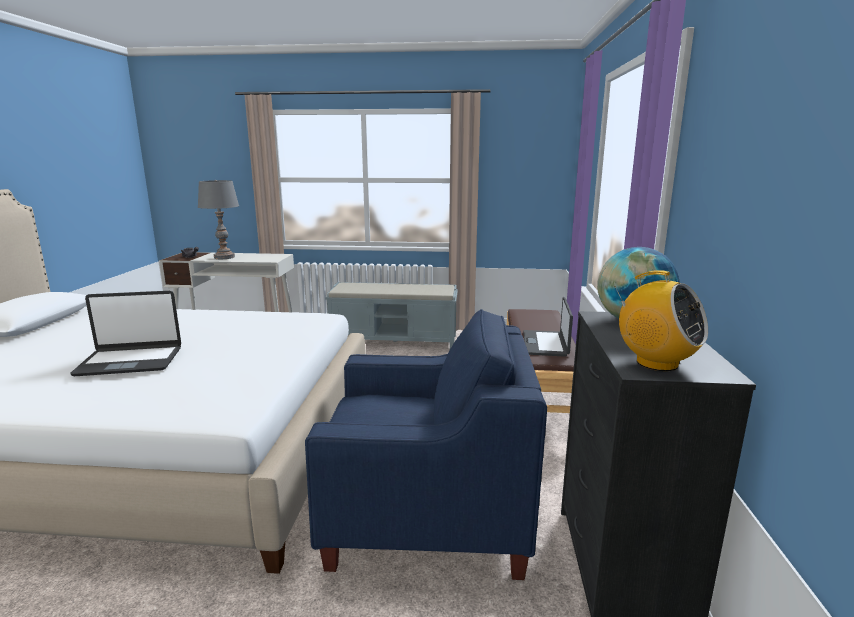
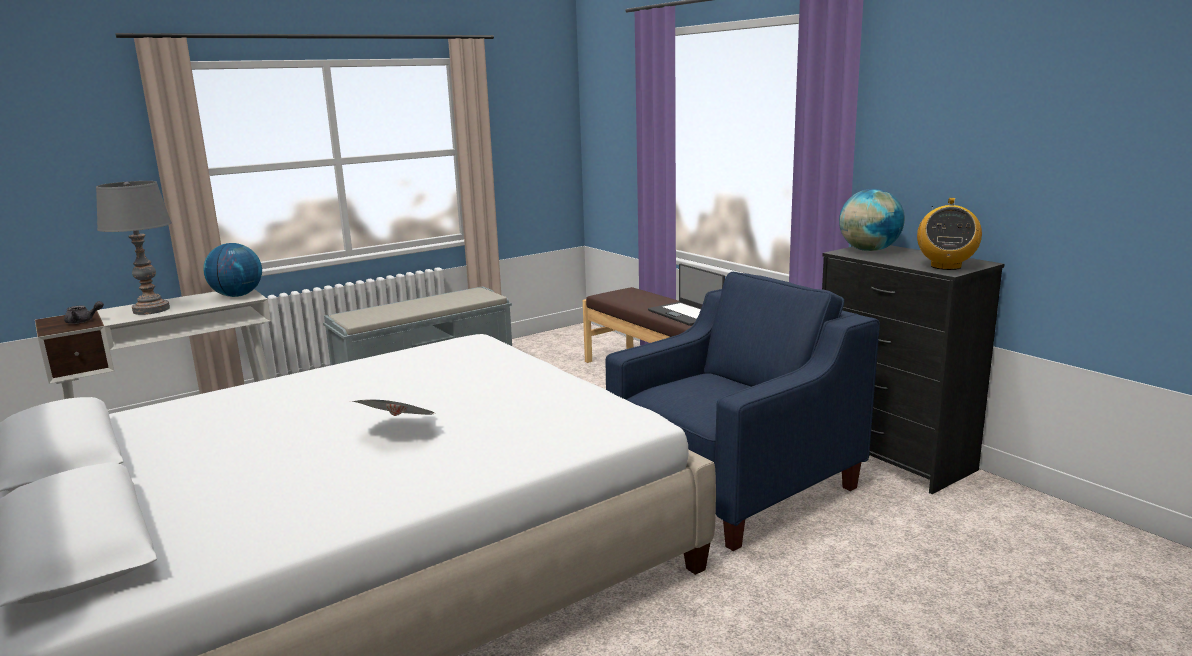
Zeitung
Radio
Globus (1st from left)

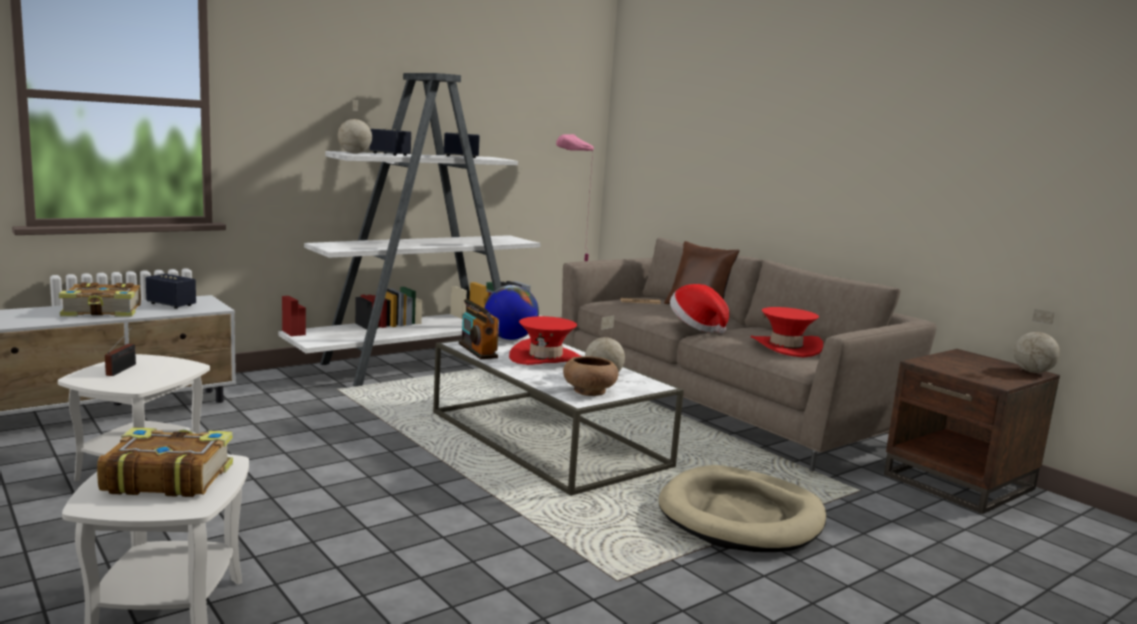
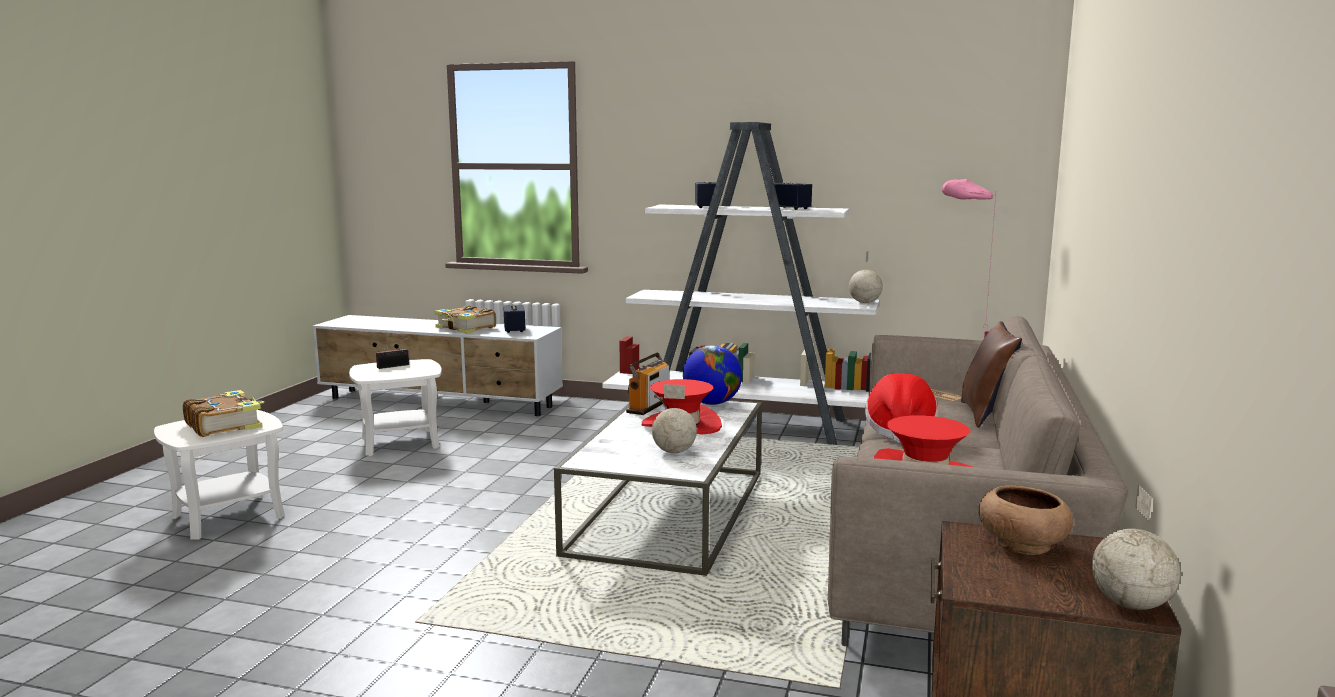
Globus (3rd from left)
Schüssel (braun)
Hundebett (beige)

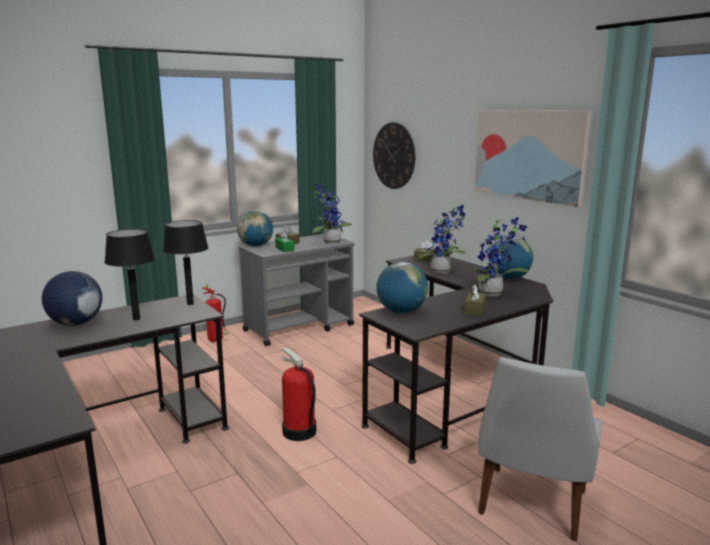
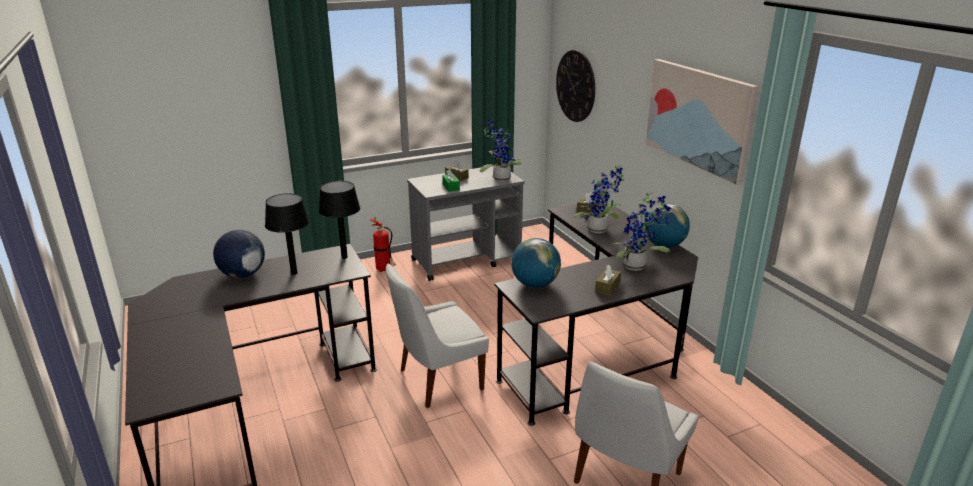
Globus (2nd from left in the first image)
Stuhl (weiß) (1st from left)

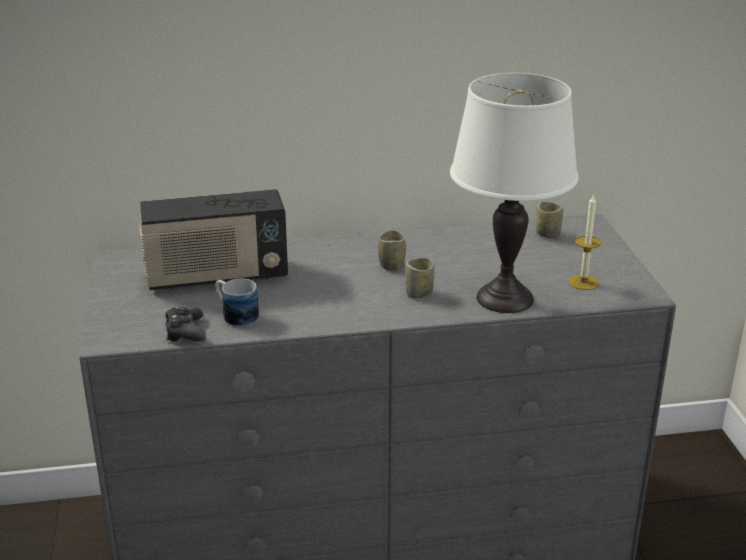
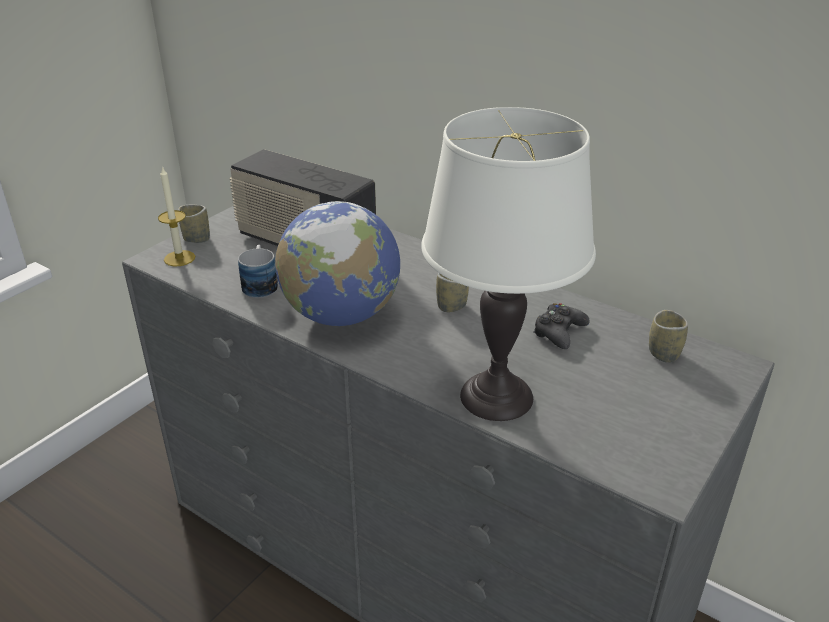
Gamepad (schwarz)
Tasse (1st from left)
Kerze
Globus

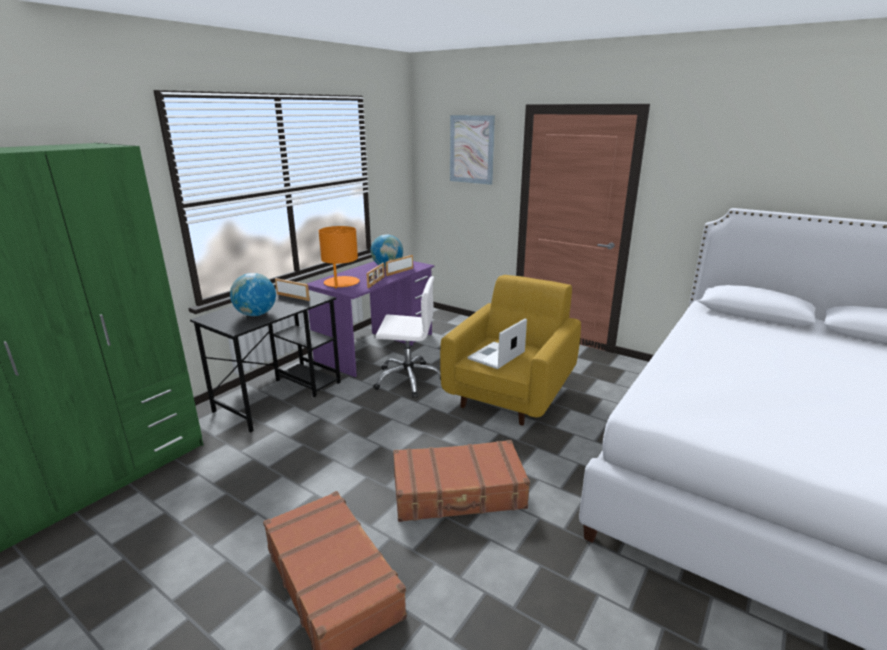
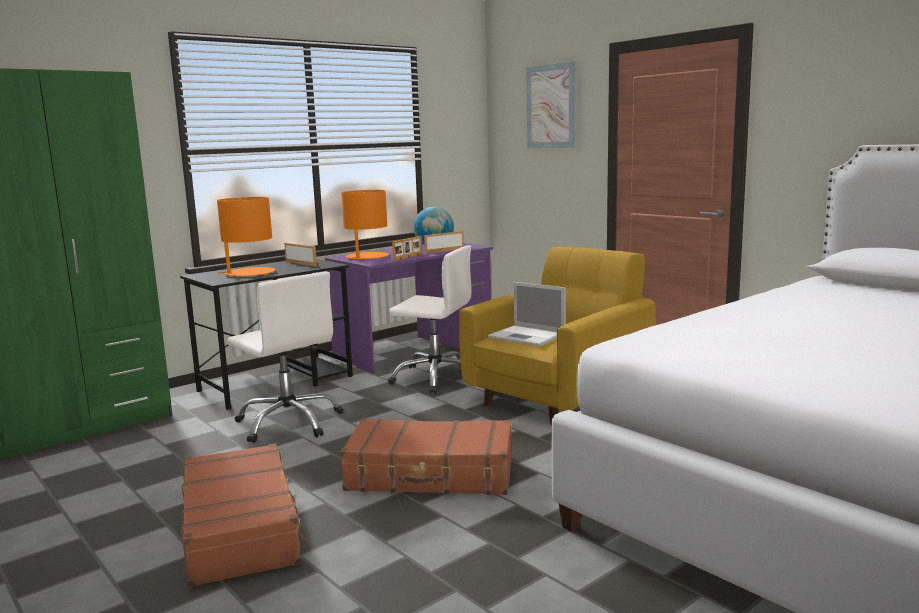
Tischlampe (orange) (1st from left)
Laptop
Bürostuhl (weiß) (1st from left)

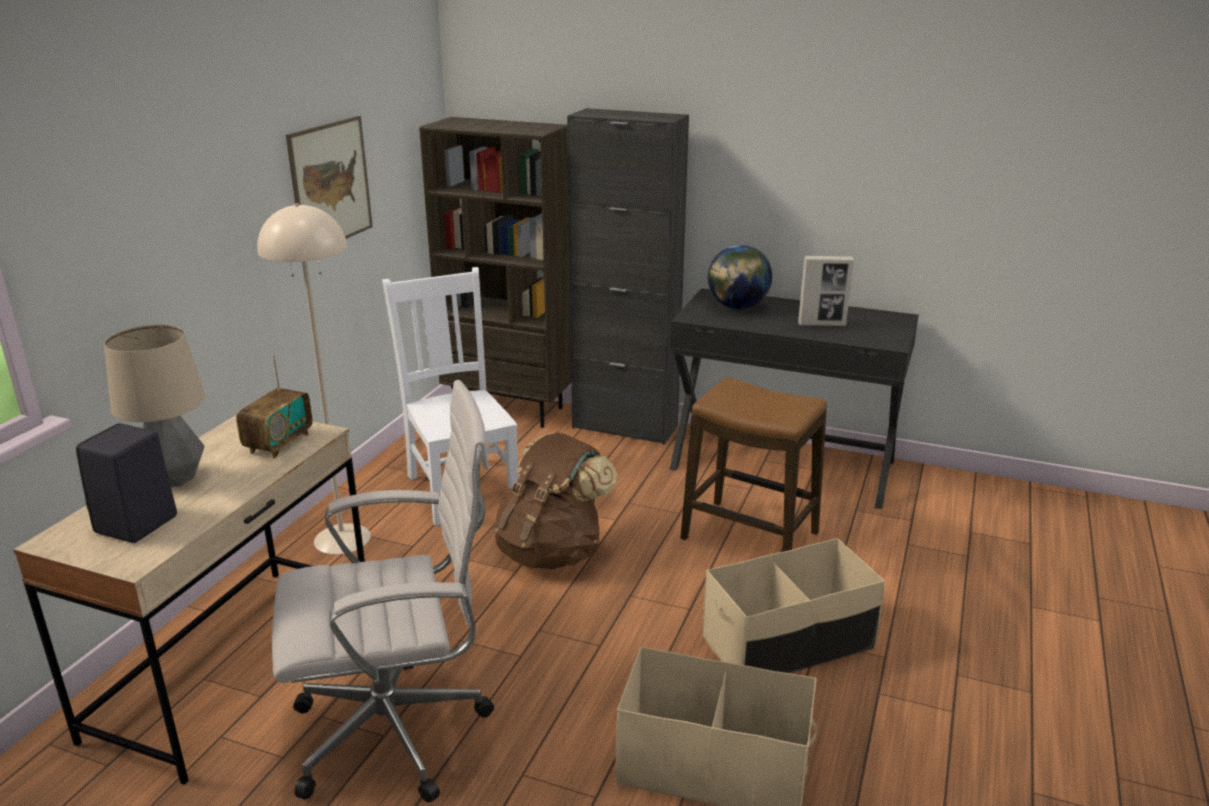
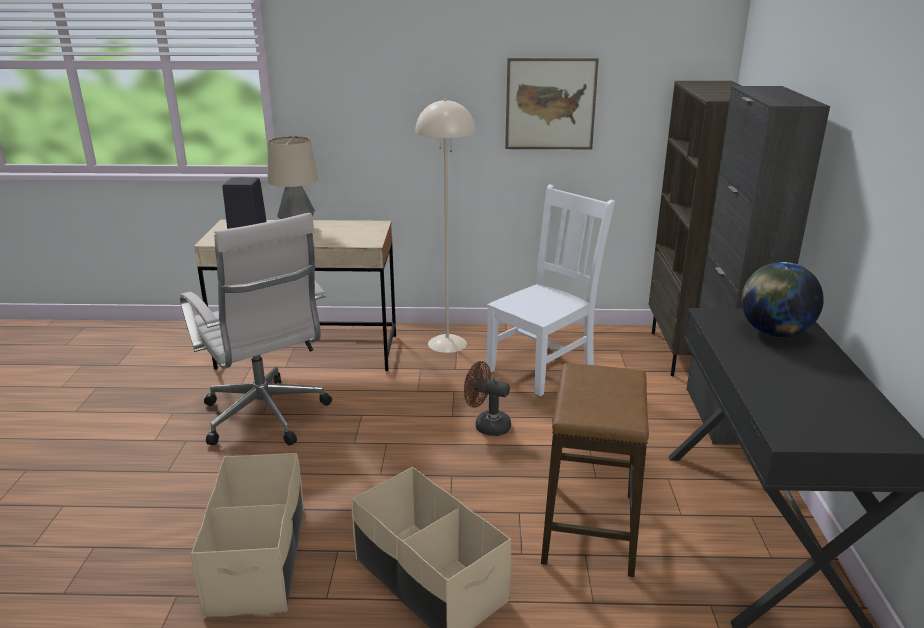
Radio
Ventilator (braun)
Bilderrahmen

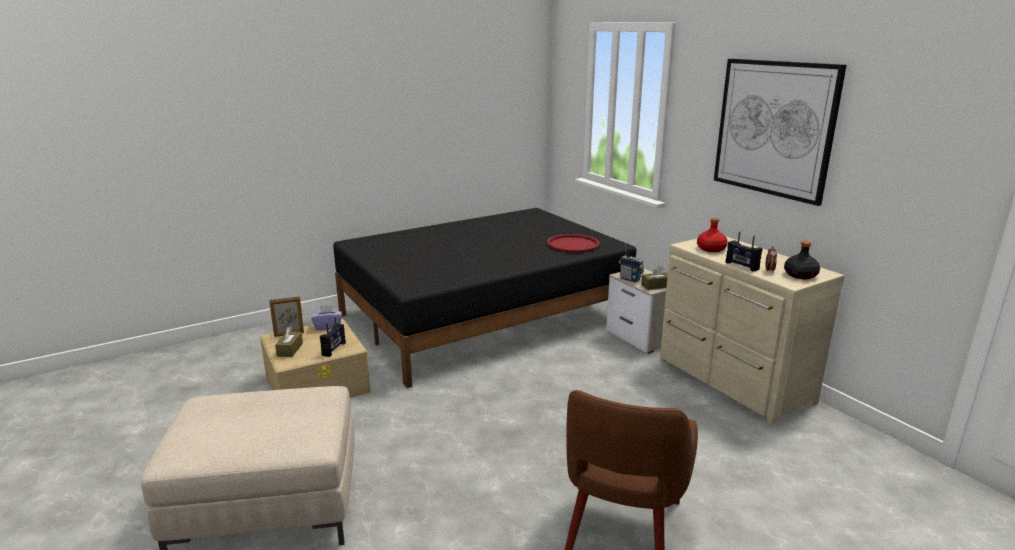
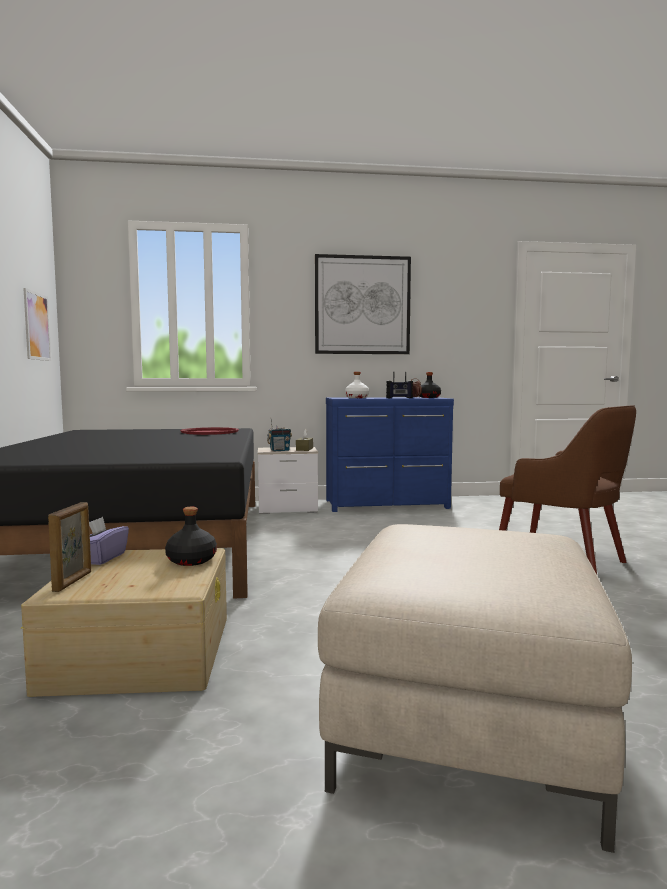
Taschentuchbox (braun) (1st from left in the first image)
Flasche (schwarz) (1st from left)
Kommode (blau)
Flasche (weiß)
Bild (1st from left)

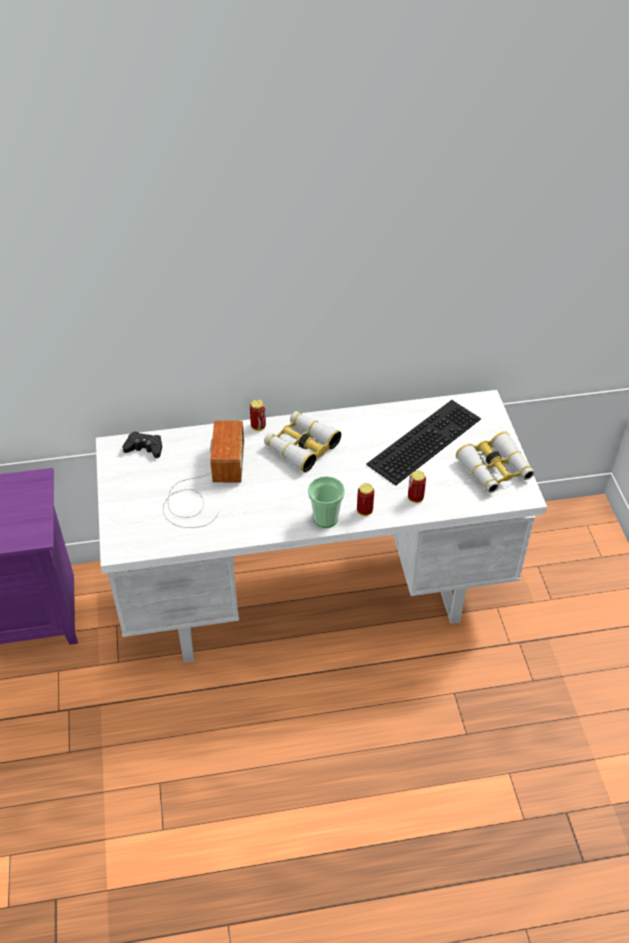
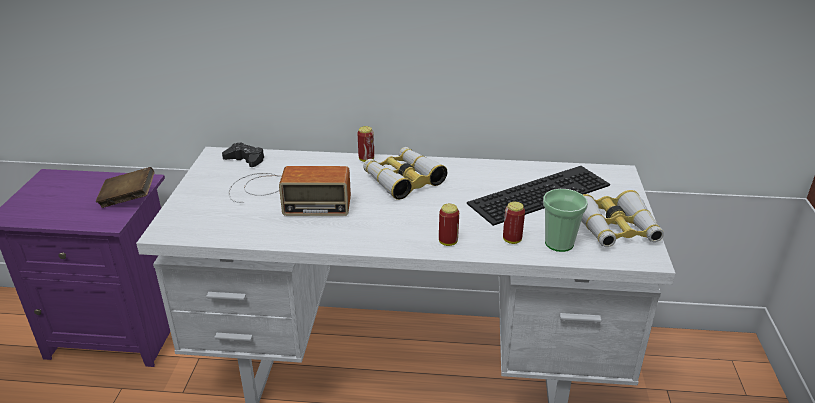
Radio
Tasse
Buch (braun)

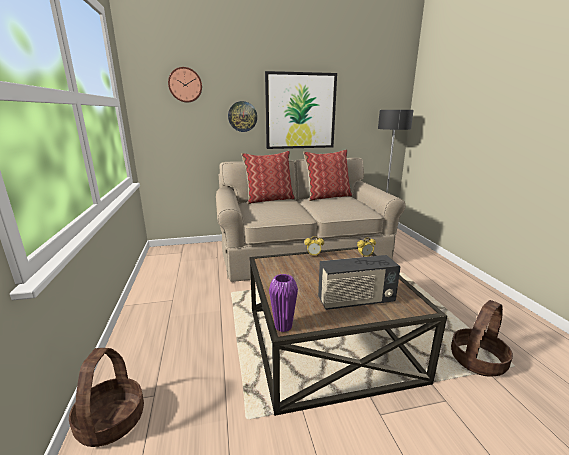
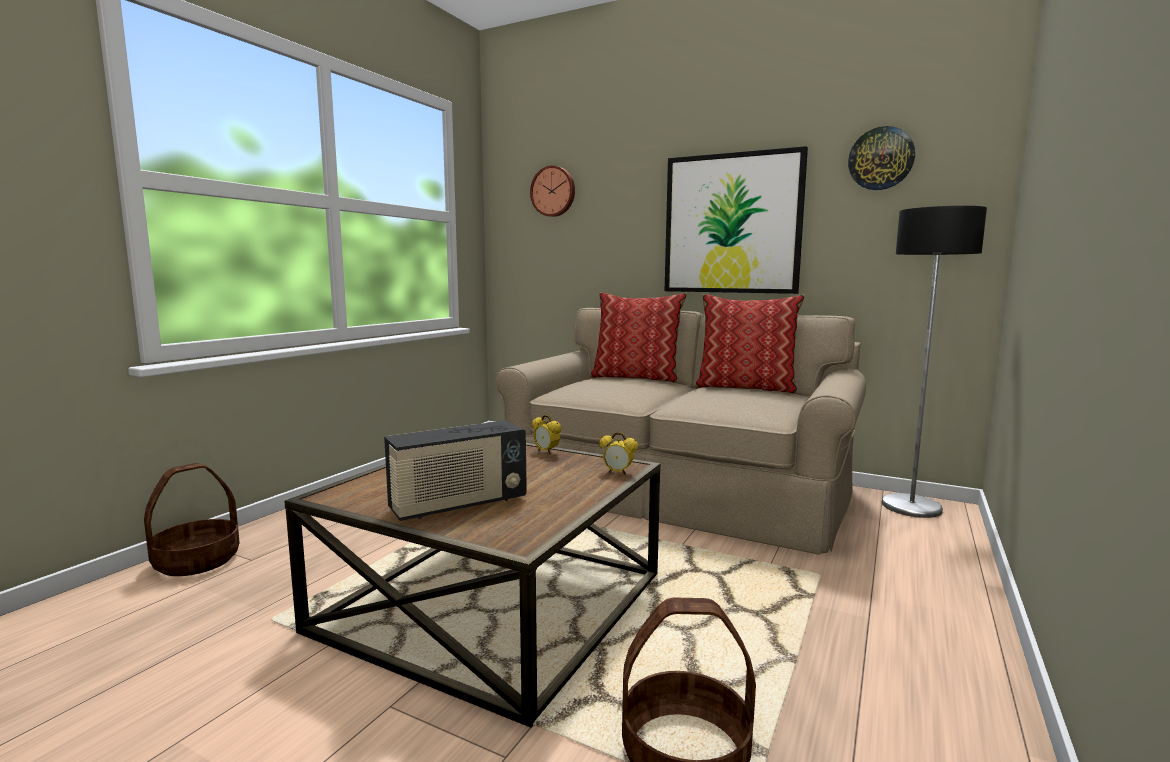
Wanduhr (2nd from left)
Vase (lila)
Radio

